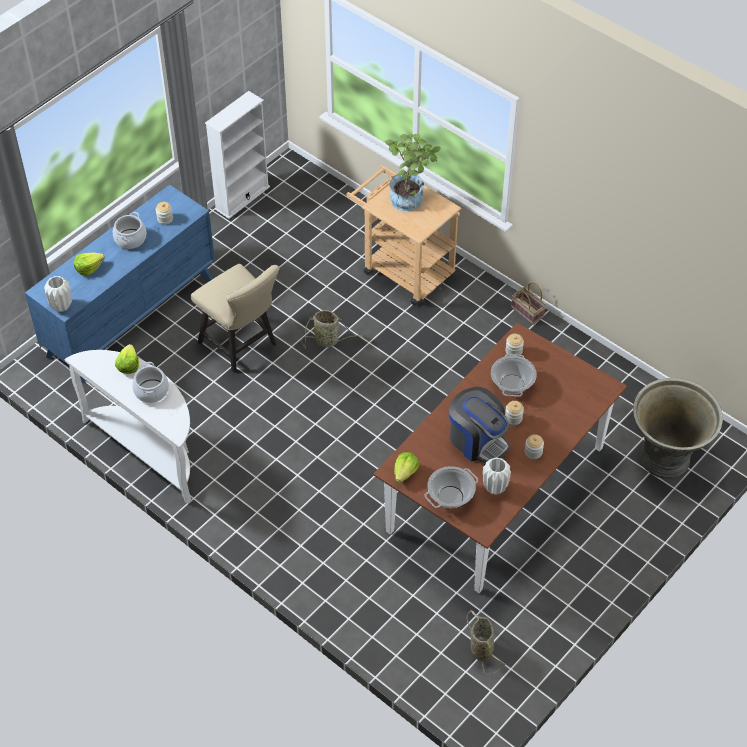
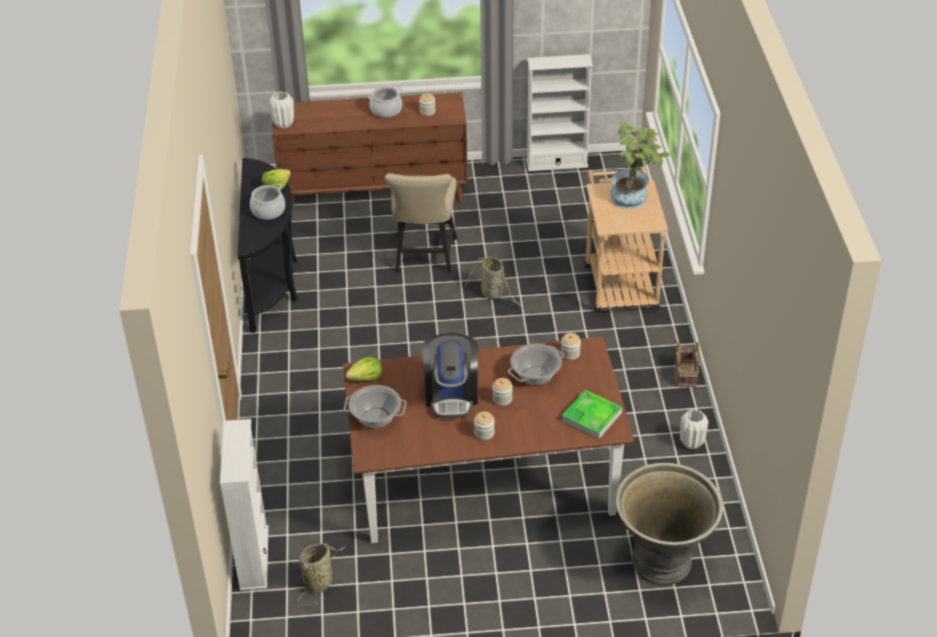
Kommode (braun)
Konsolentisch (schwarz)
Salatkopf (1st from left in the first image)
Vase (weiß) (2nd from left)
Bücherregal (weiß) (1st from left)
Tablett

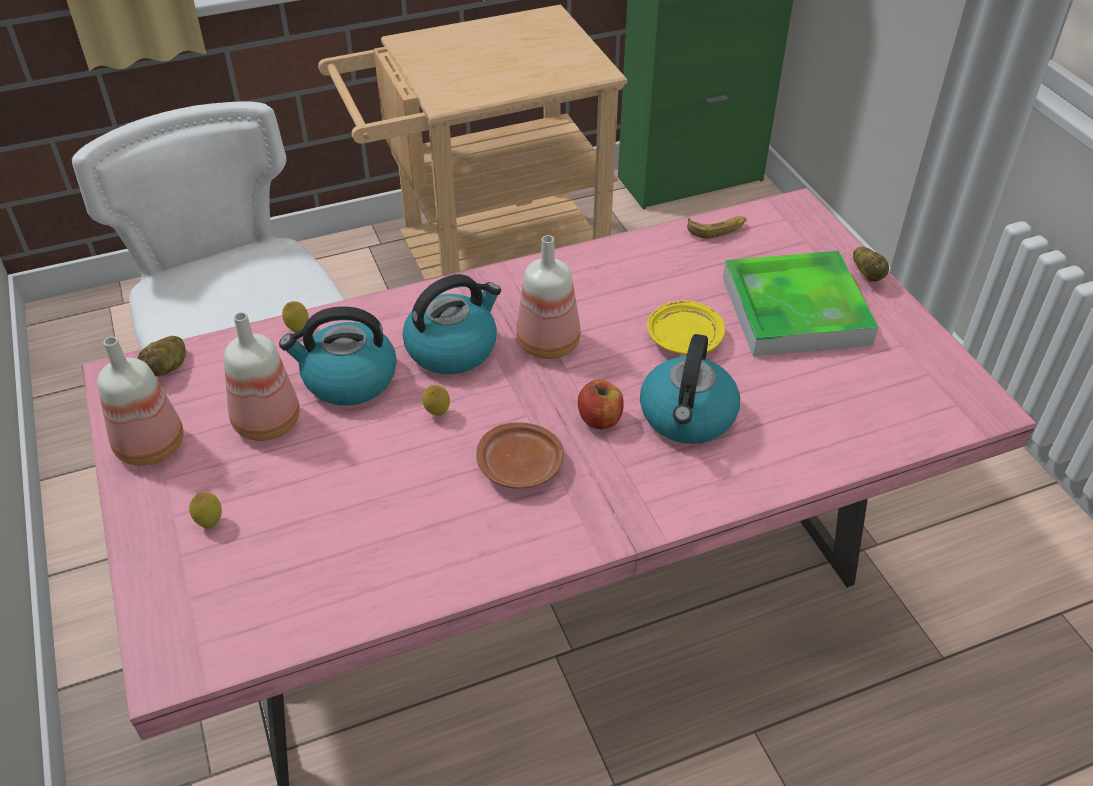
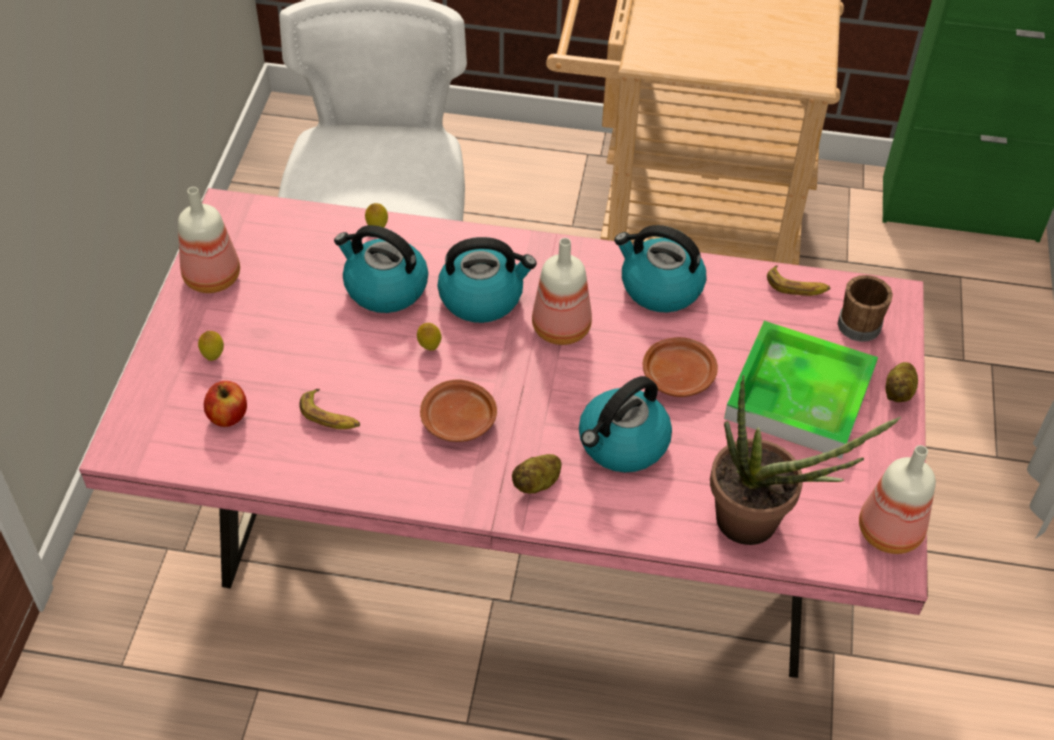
Kartoffel (1st from left)
Flasche (3rd from left)
Apfel
Teller (braun) (2nd from left)
Banane (1st from left)
Wasserkessel (4th from left)
Topfpflanze
Henkelbecher (braun)

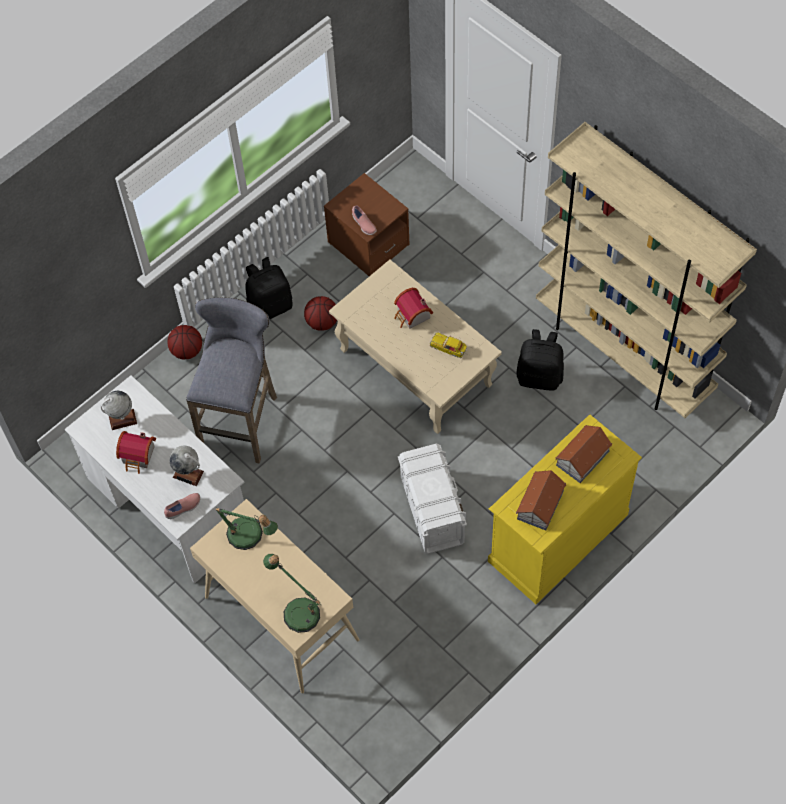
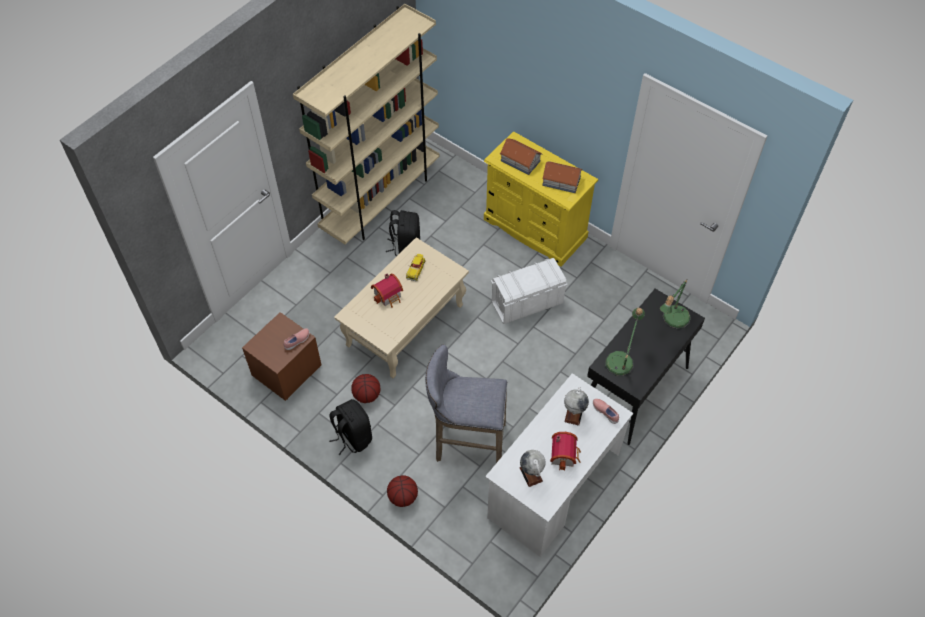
Konsolentisch (schwarz)

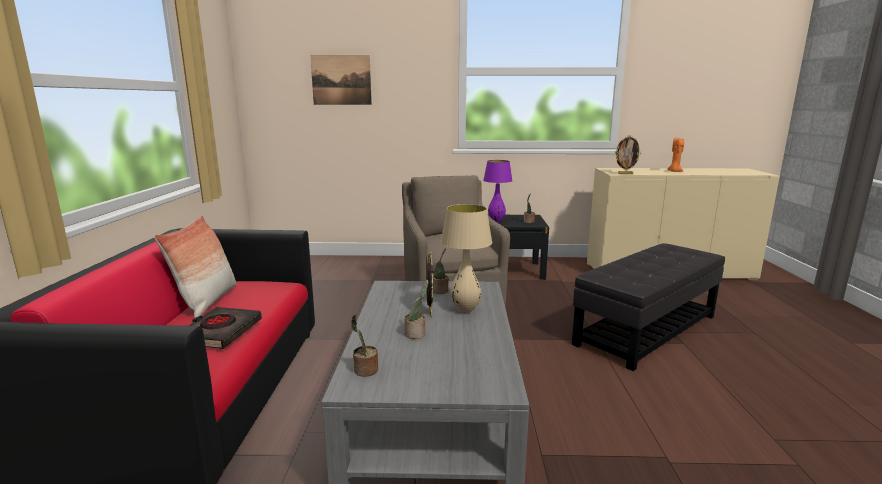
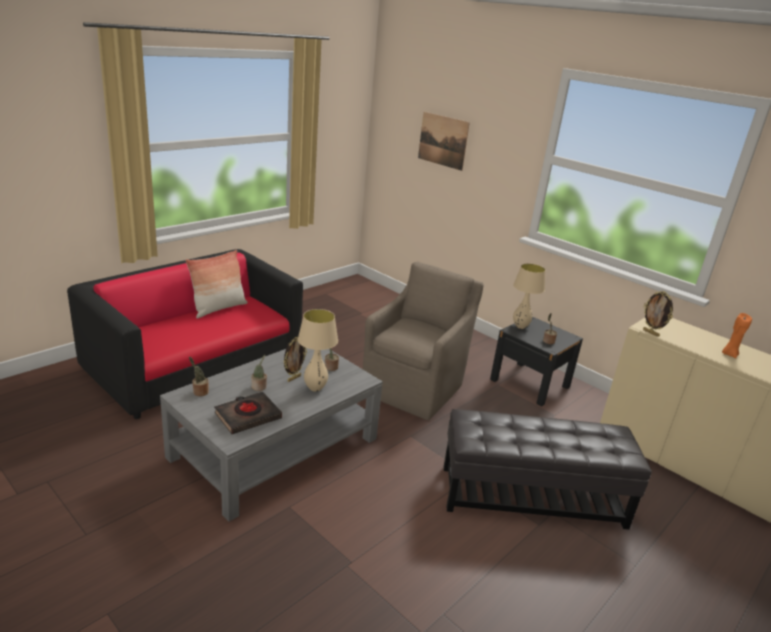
Buch (schwarz)
Tischlampe (beige) (2nd from left)

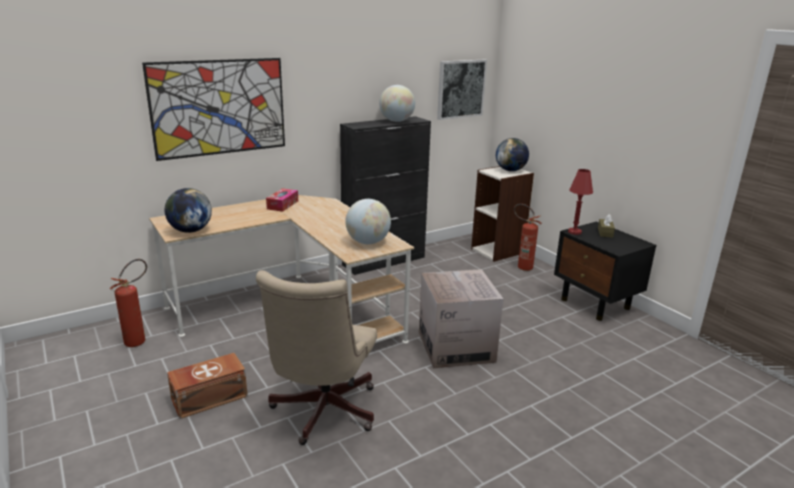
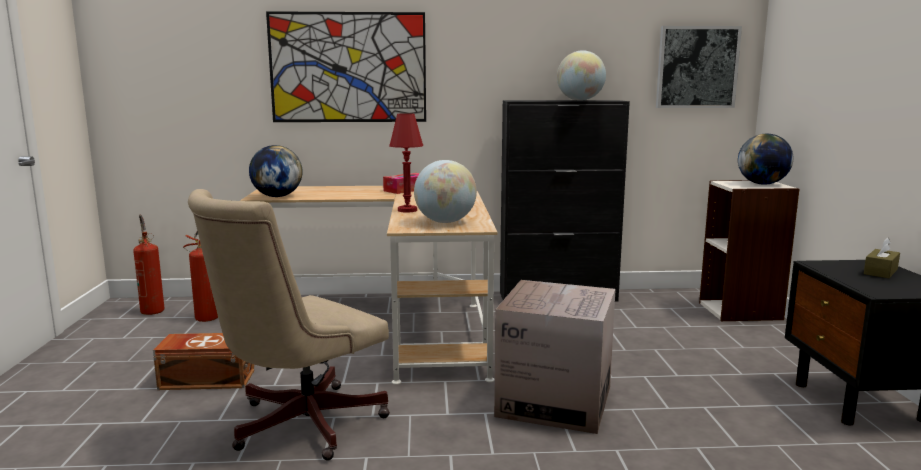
Feuerlöscher (1st from left)
Tischlampe (rot)

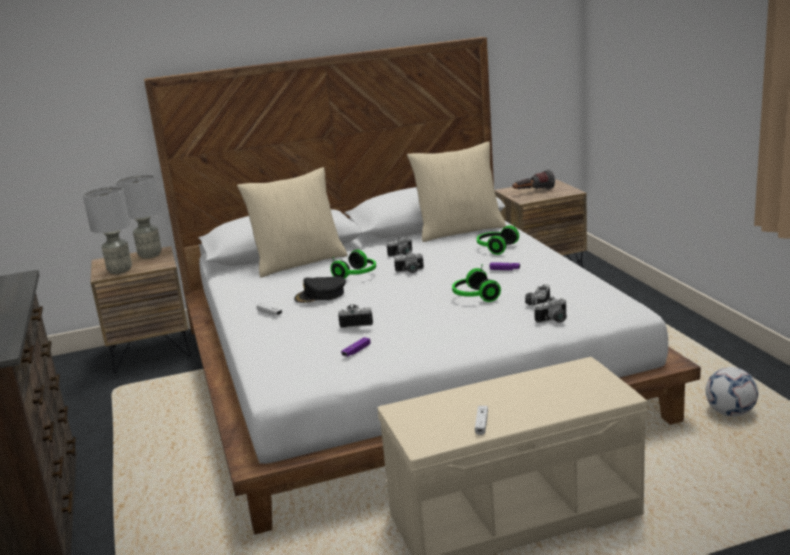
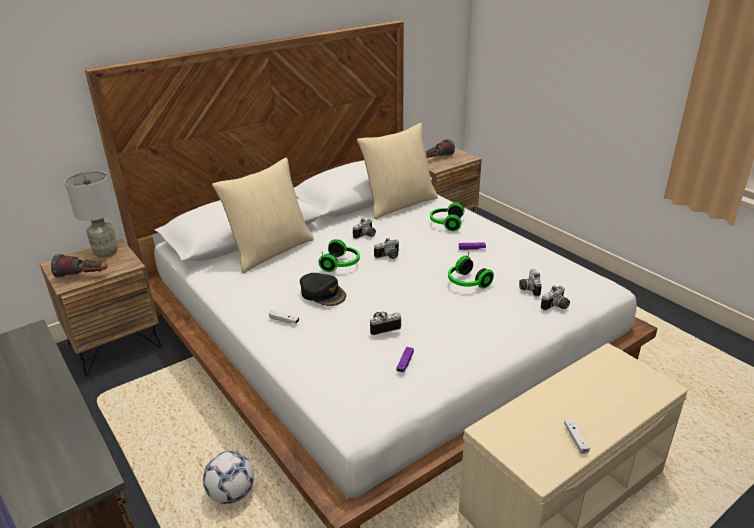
Taschenlampe (1st from left)
Kappe (schwarz)
Fußball

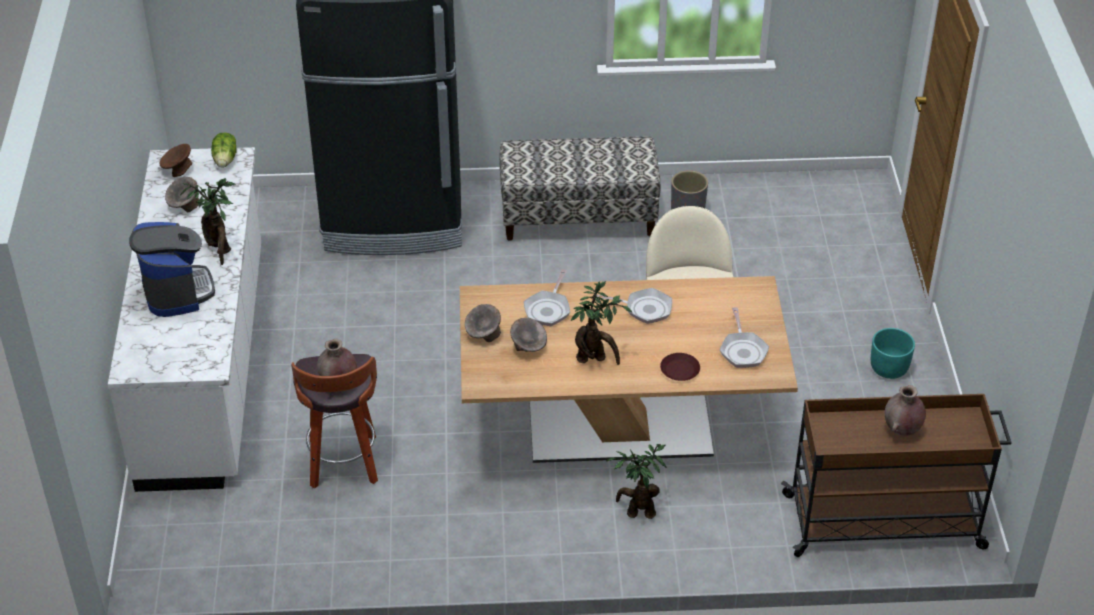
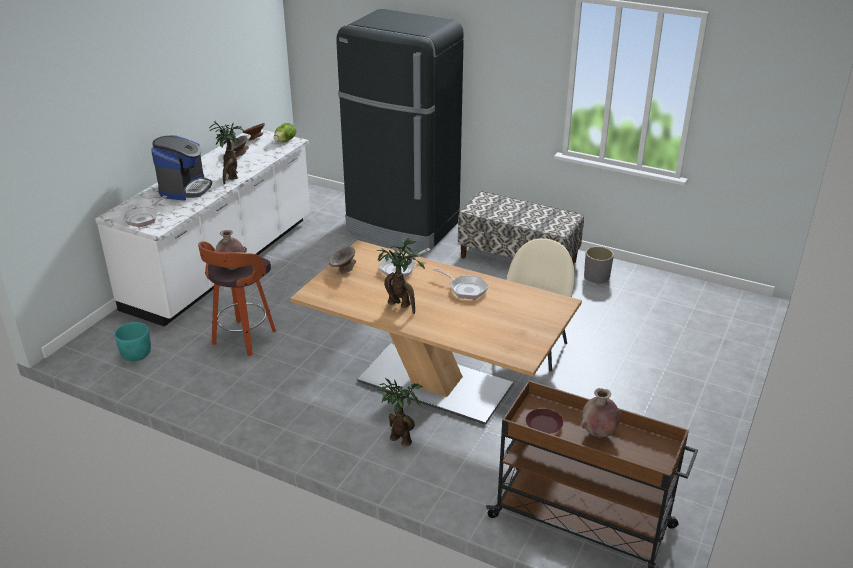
Schüssel (grau) (3rd from left in the first image)
Teller (braun)
Pfanne (1st from left)
Pflanzkübel (türkis)

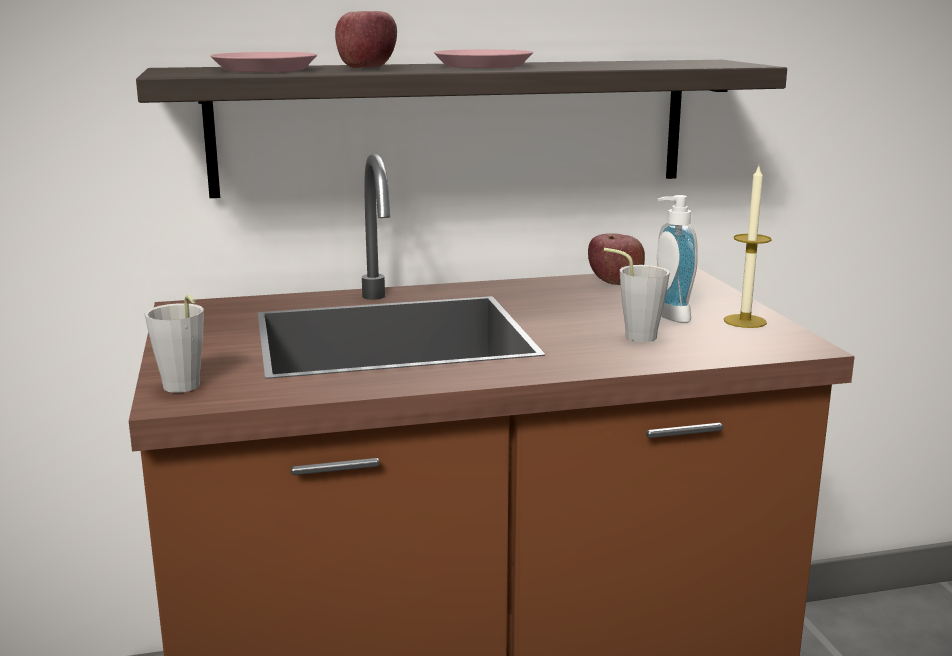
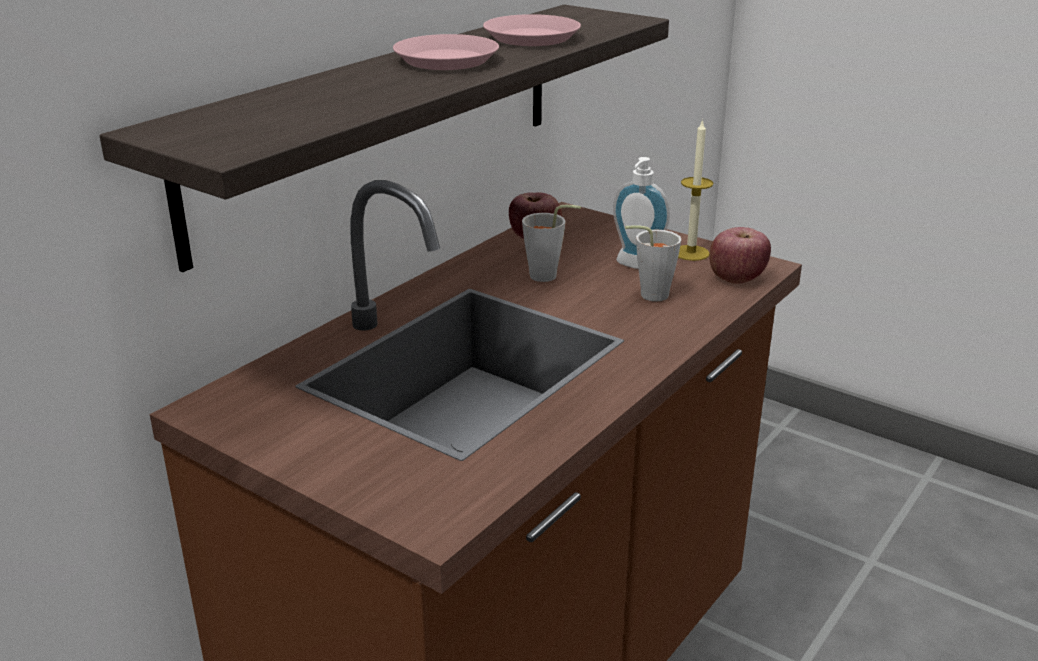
Tasse (grau) (1st from left)
Teller (rosa) (2nd from left)
Apfel (2nd from left)

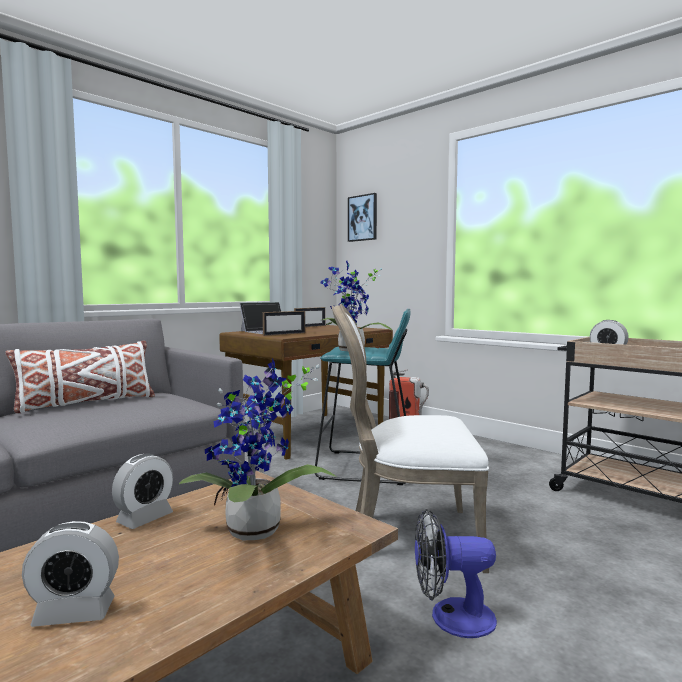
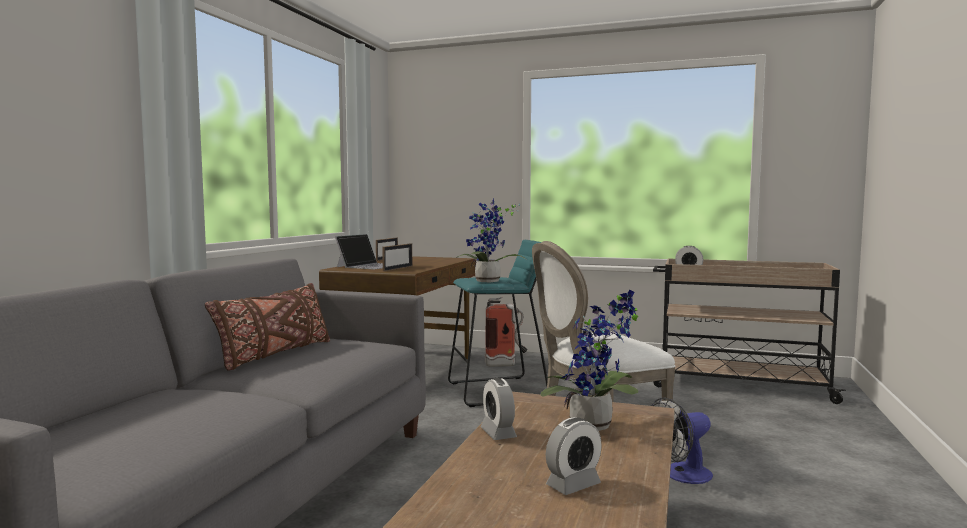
Kissen (braun)
Wecker (1st from left)
Bild

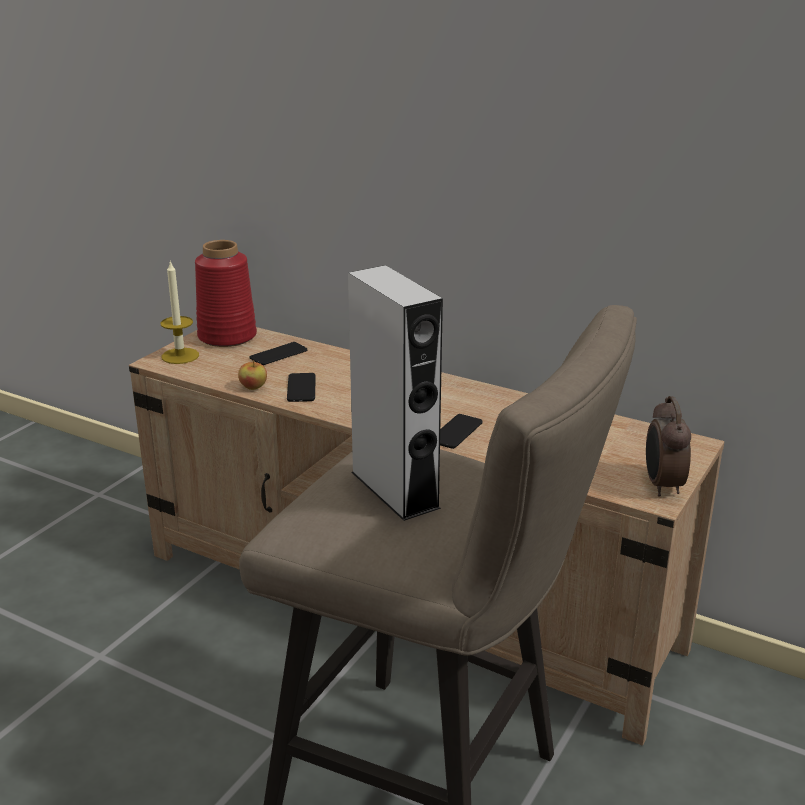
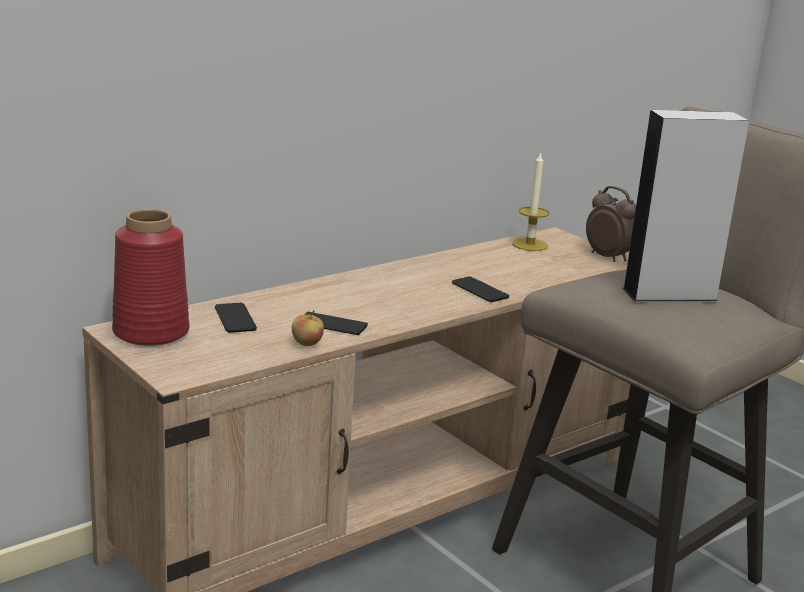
Kerze
Wecker

